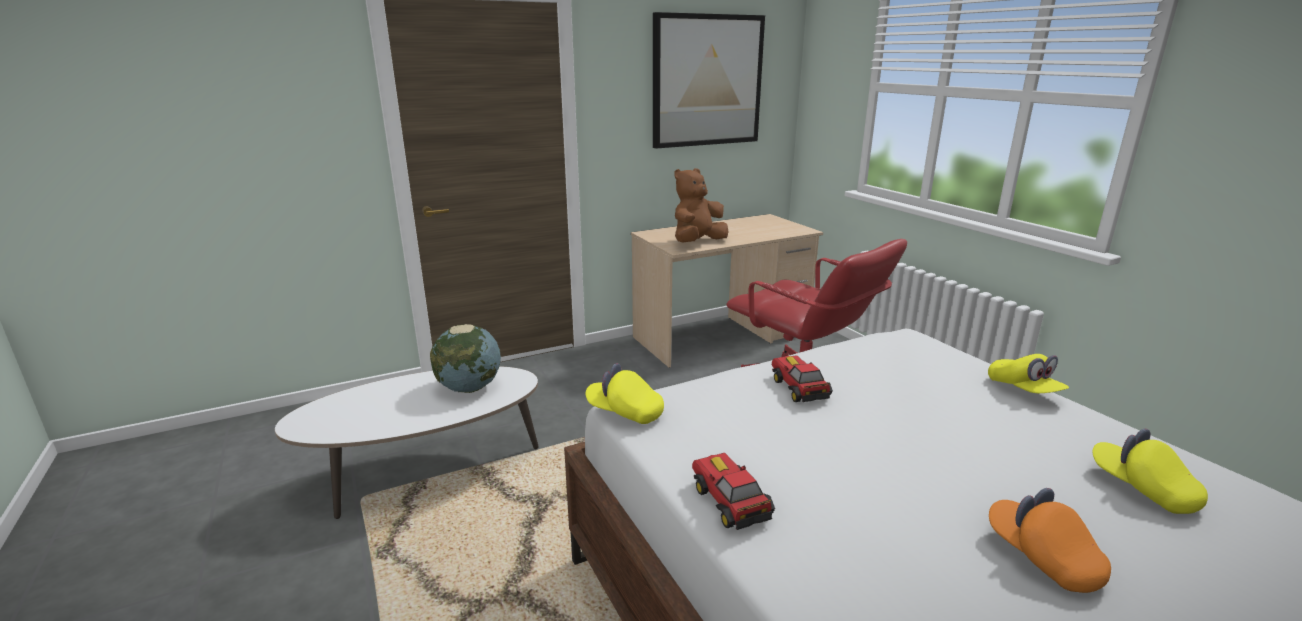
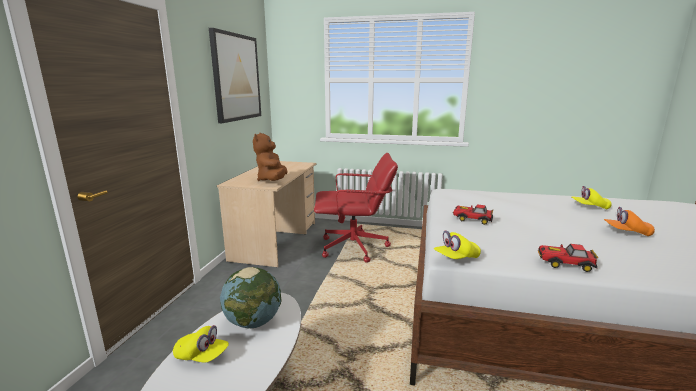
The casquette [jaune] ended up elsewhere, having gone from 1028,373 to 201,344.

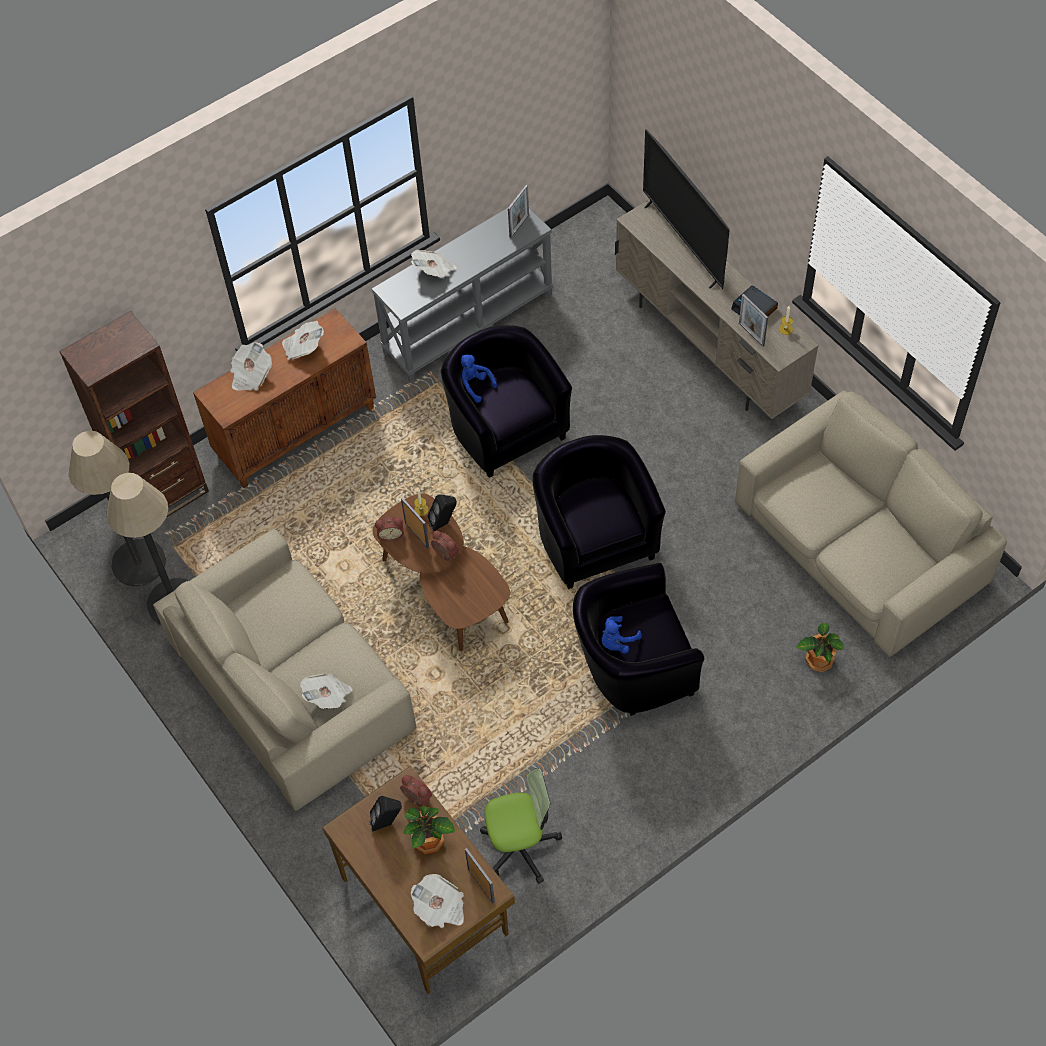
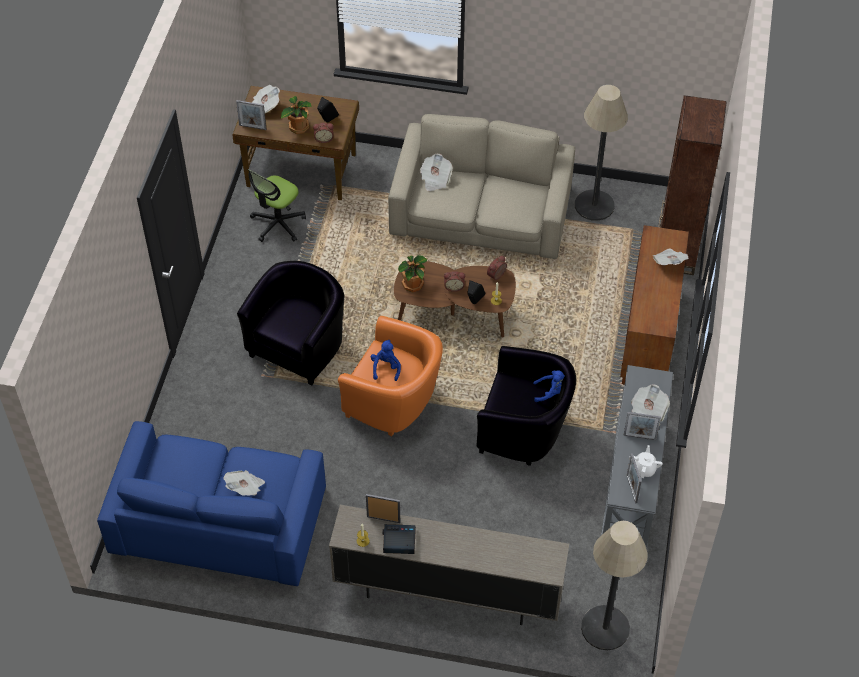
The lampadaire ended up elsewhere, having gone from 117,508 to 614,585.
The journal ended up elsewhere, having gone from 303,340 to 244,483.
The cadre photo ended up elsewhere, having gone from 415,523 to 642,426.
What was the fauteuil [noir] at 599,512 turned into the fauteuil [orange] at 390,376.
The peluche [bleu] ended up elsewhere, having gone from 622,635 to 386,360.
The second view lost the téléviseur at 686,209.
What was the canapé [beige] at 871,523 turned into the canapé [bleu] at 211,503.
The plante en pot ended up elsewhere, having gone from 819,647 to 412,273.
The second view gained the théière [blanc] at 648,461.

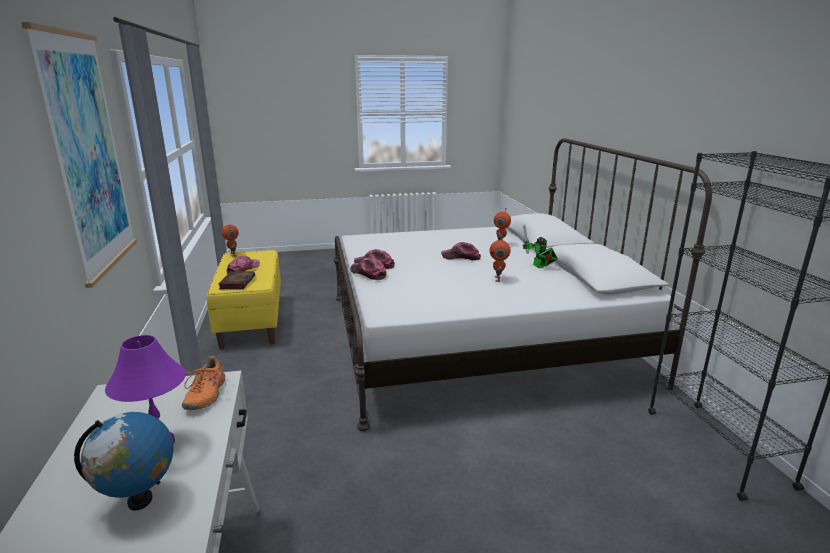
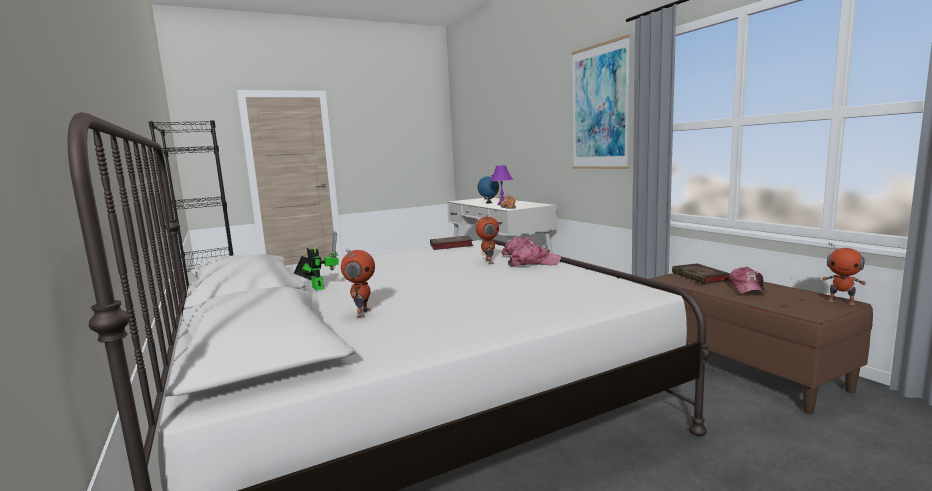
What was the banc [jaune] at 244,299 turned into the banc [marron] at 760,343.
The second view lost the casquette at 461,251.
The robot jouet ended up elsewhere, having gone from 500,258 to 487,239.
The second view gained the livre at 451,243.

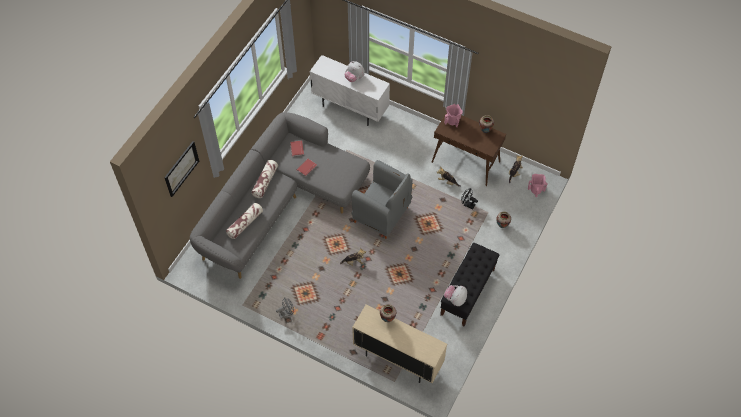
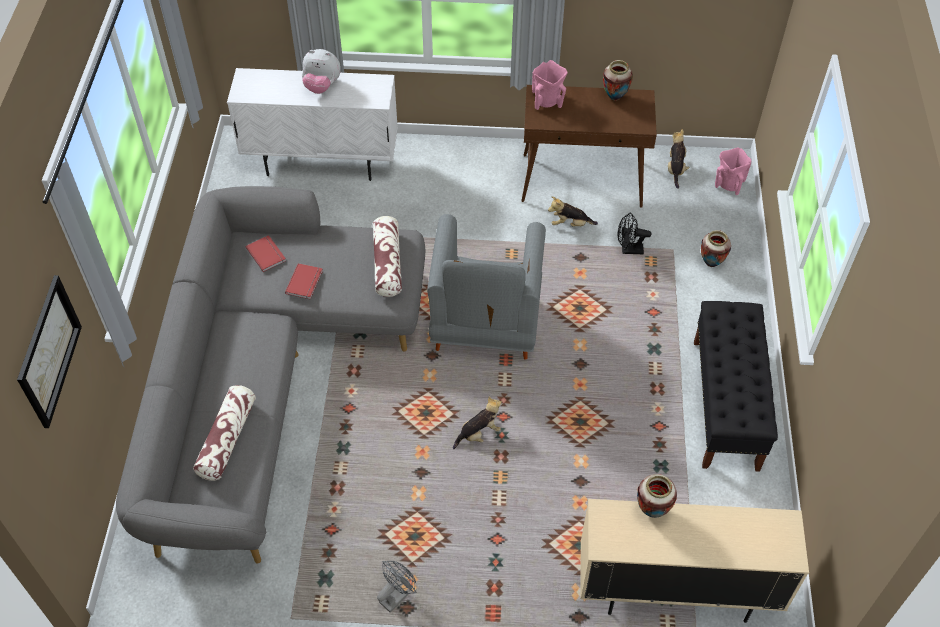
The coussin ended up elsewhere, having gone from 264,179 to 387,256.
The fauteuil [gris] at 382,199 ended up facing another way, 90 degrees clockwise from before.
The second view lost the peluche at 455,295.

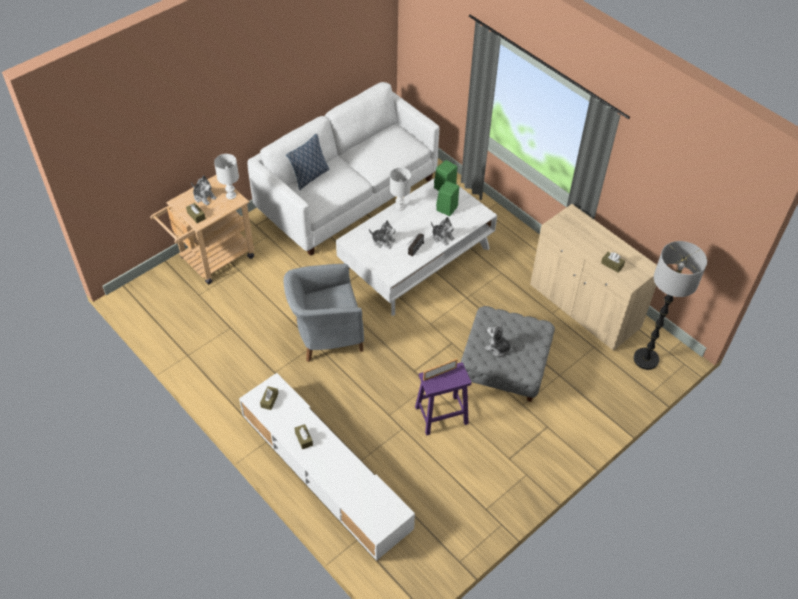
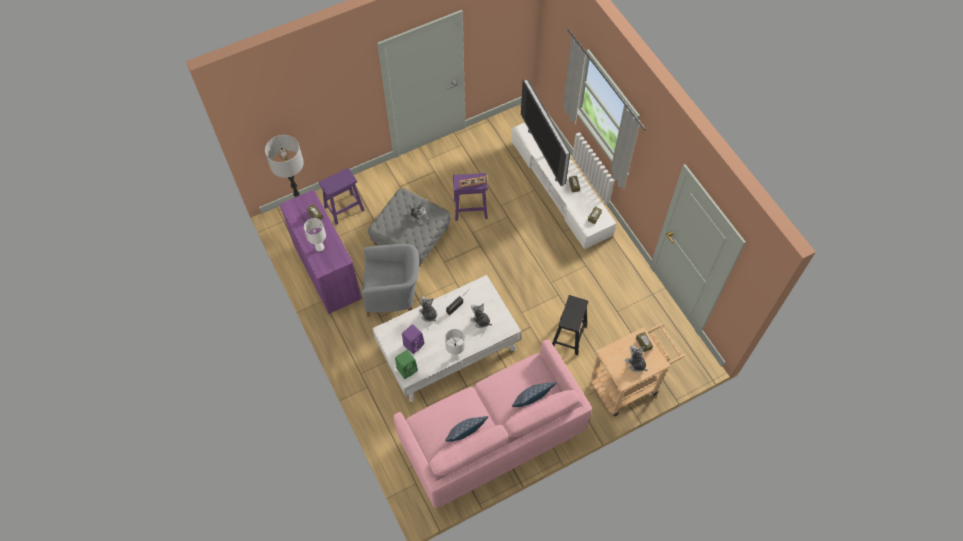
The lampe de table [blanc] ended up elsewhere, having gone from 226,176 to 315,234.
What was the canapé [blanc] at 343,169 turned into the canapé [rose] at 493,423.
The fauteuil [gris] ended up elsewhere, having gone from 324,313 to 390,280.
What was the enceinte [vert] at 447,198 turned into the enceinte [violet] at 413,339.
What was the meuble de rangement [beige] at 593,277 turned into the meuble de rangement [violet] at 320,252.
The second view gained the tabouret [violet] at 342,196.
The second view gained the coussin at 466,429.
The second view gained the téléviseur at 545,132.
The second view gained the tabouret [noir] at 570,325.

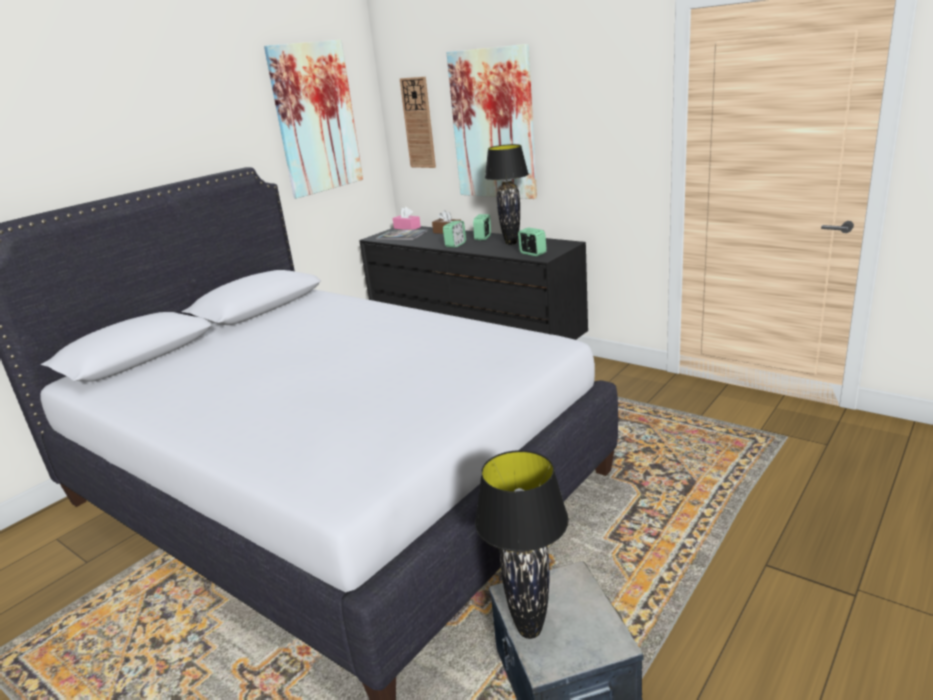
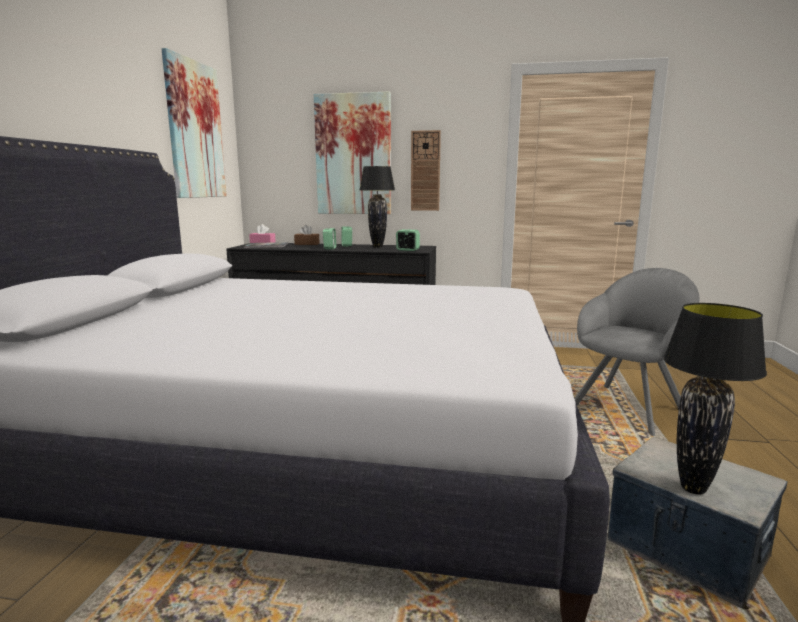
The horloge murale ended up elsewhere, having gone from 418,122 to 426,170.
The second view gained the fauteuil [gris] at 636,352.

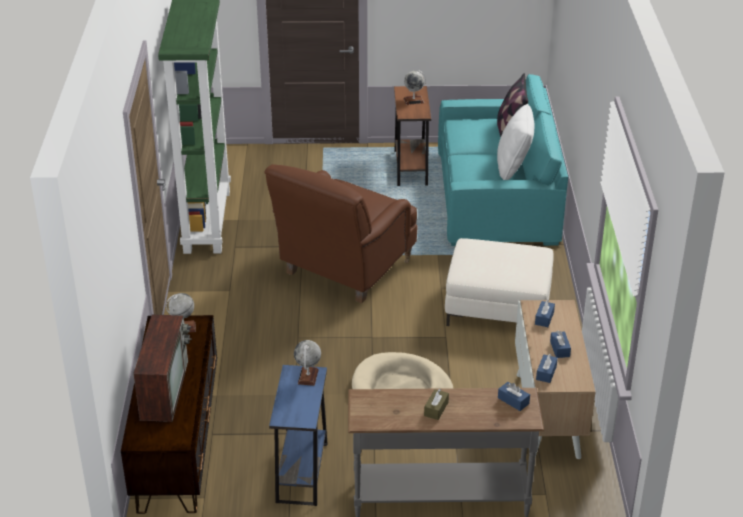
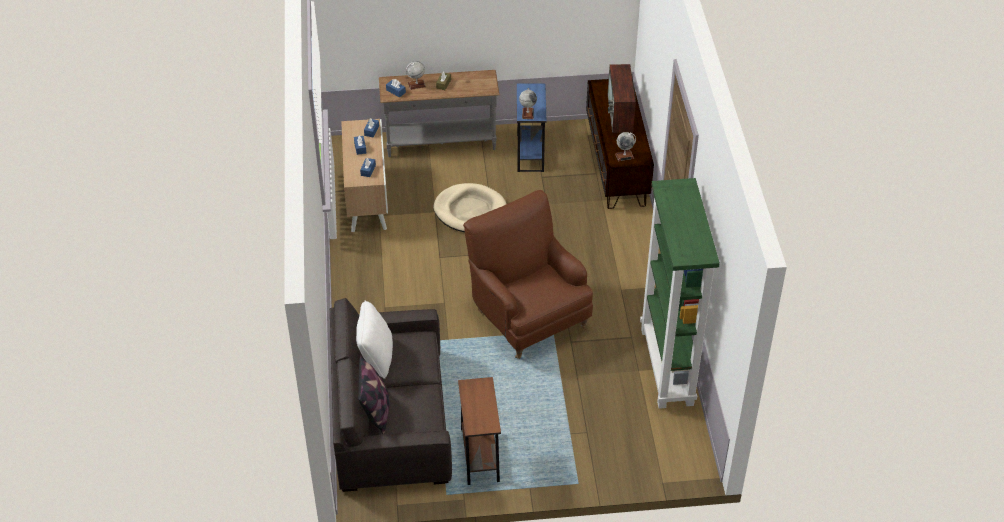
The fauteuil [marron] at 340,233 ended up facing another way, 60 degrees counterclockwise from before.
The globe ended up elsewhere, having gone from 415,87 to 416,75.
What was the canapé [turquoise] at 503,160 turned into the canapé [gris] at 391,395.
The second view lost the pouf [blanc] at 499,282.

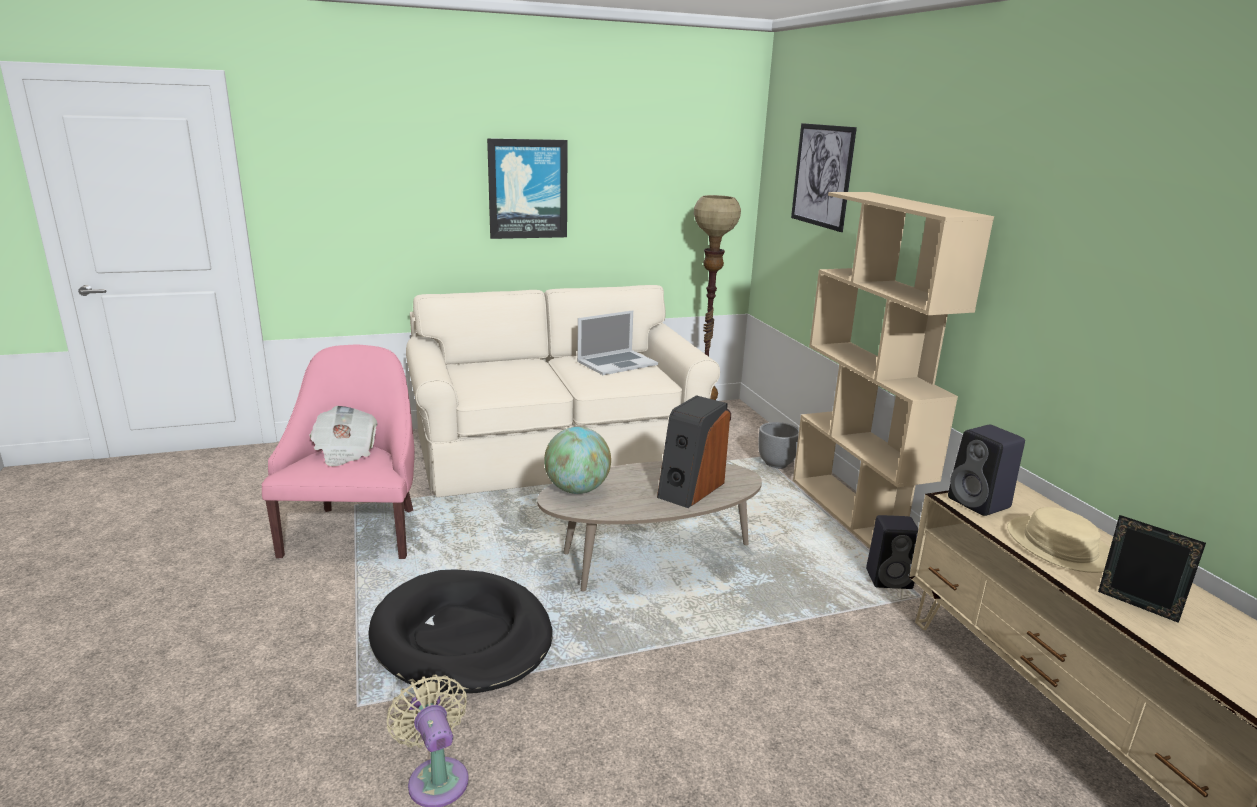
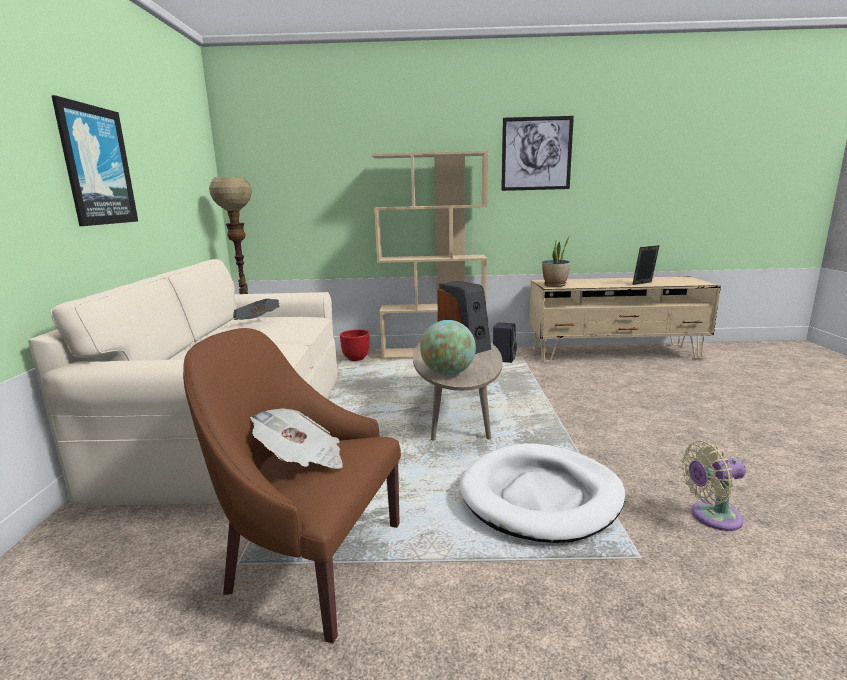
What was the fauteuil [rose] at 338,452 turned into the fauteuil [marron] at 292,485.
What was the panier pour chien [noir] at 460,631 turned into the panier pour chien [blanc] at 542,493.
Where the ordinateur portable stood at 617,342, the journal came to stand at 256,309.
What was the cache-pot [gris] at 778,445 turned into the cache-pot [rouge] at 355,345.
The tableau ended up elsewhere, having gone from 824,177 to 537,153.
Where the enceinte [noir] stood at 986,470, the plante en pot came to stand at 556,261.
The second view lost the chapeau [beige] at 1058,540.

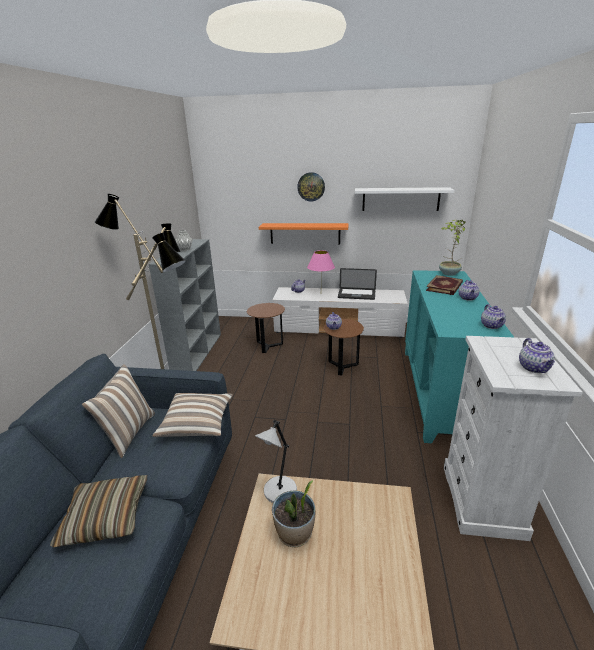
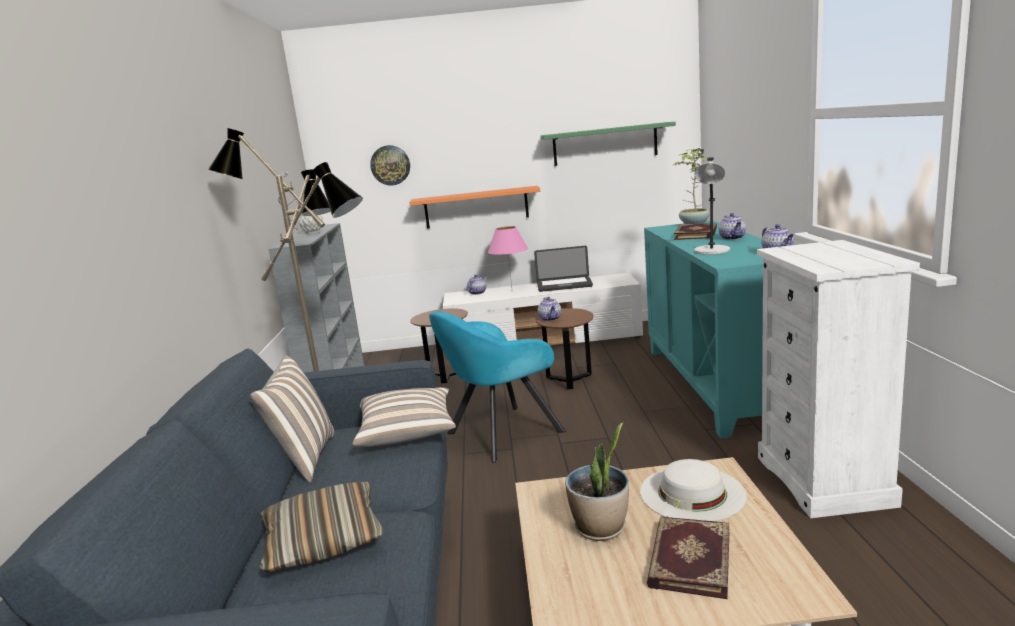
The lampe de table [gris] ended up elsewhere, having gone from 276,461 to 712,206.
The horloge murale ended up elsewhere, having gone from 311,186 to 390,165.
What was the étagère [blanc] at 405,199 turned into the étagère [vert] at 608,144.
The second view lost the théière at 537,355.
The second view gained the fauteuil [turquoise] at 497,387.
The second view gained the chapeau [blanc] at 693,490.
The second view gained the livre at 688,557.

